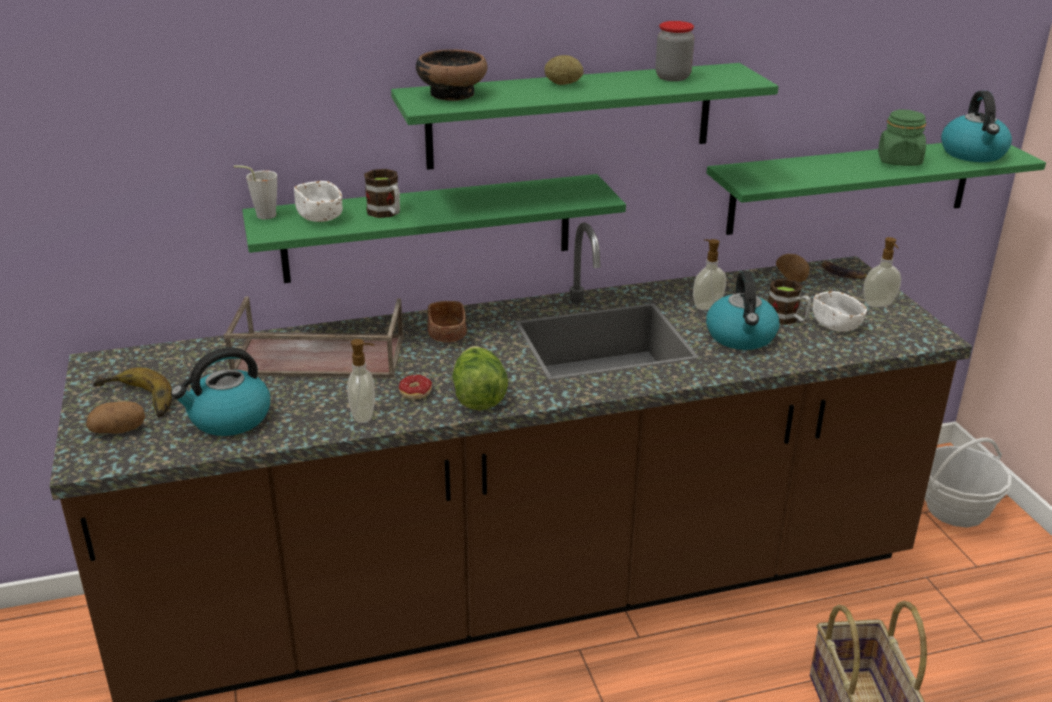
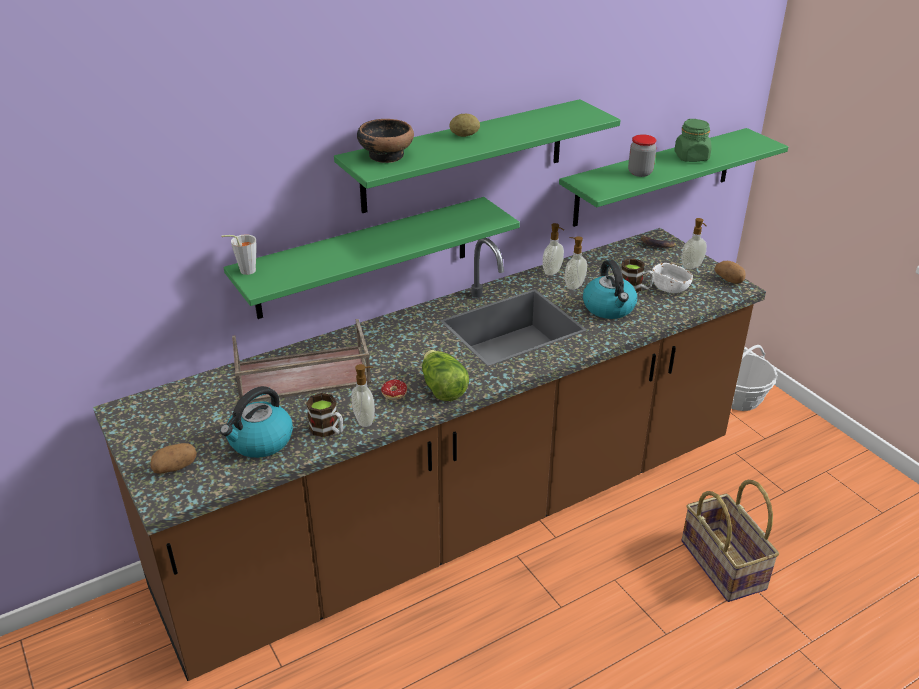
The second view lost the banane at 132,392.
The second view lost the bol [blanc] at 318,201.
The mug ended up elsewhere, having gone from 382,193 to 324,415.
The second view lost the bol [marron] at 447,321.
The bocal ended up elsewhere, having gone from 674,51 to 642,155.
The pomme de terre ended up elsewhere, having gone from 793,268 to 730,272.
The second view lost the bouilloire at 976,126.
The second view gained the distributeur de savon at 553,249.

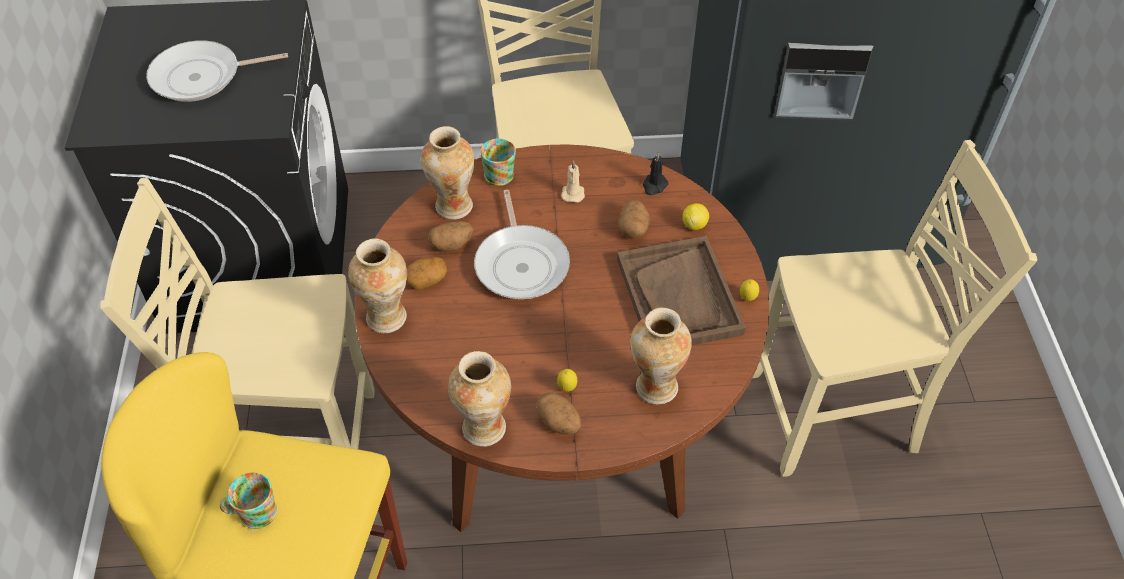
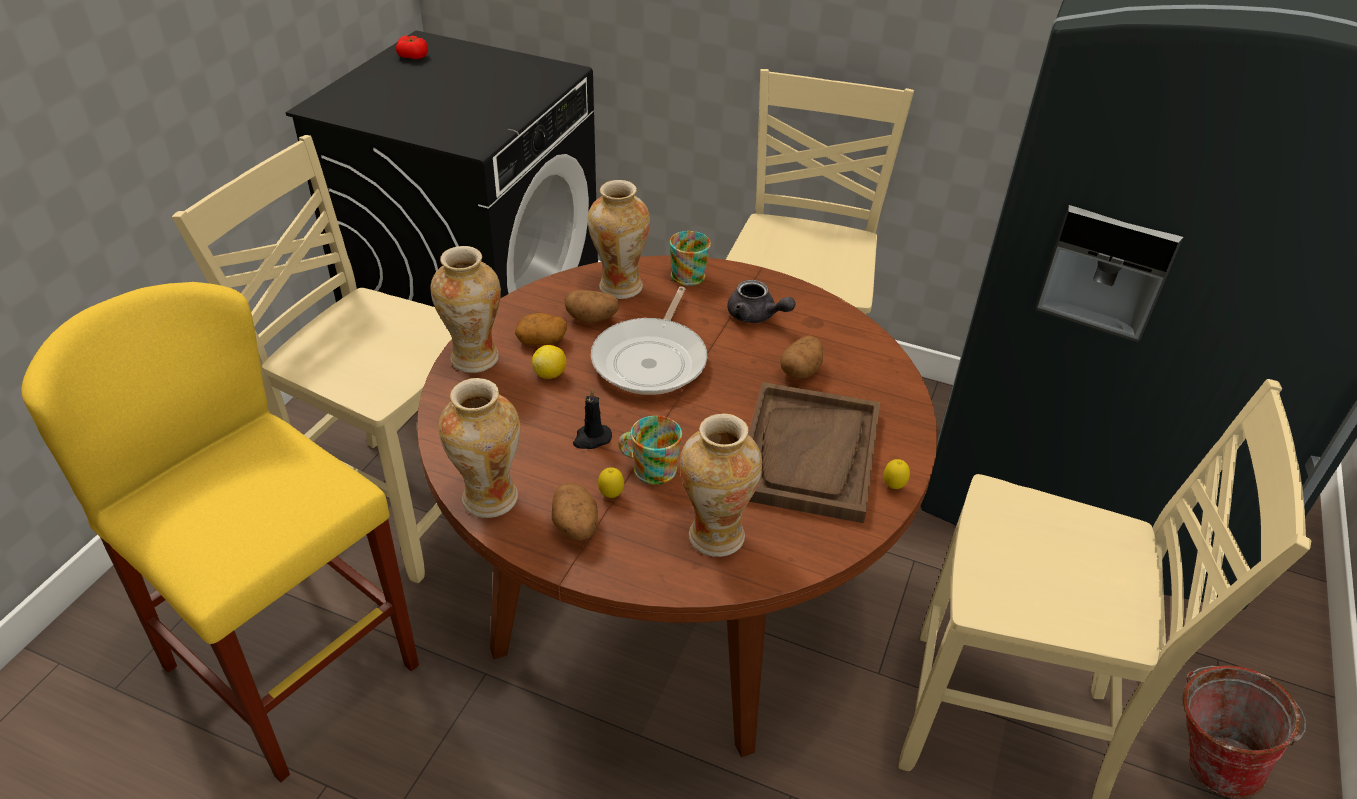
The second view lost the poêle at 217,71.
The mug ended up elsewhere, having gone from 248,501 to 650,450.
Where the bougie [beige] stood at 573,181, the théière [gris] came to stand at 761,301.
The bougie [noir] ended up elsewhere, having gone from 655,173 to 592,418.
The citron ended up elsewhere, having gone from 696,216 to 549,362.
The second view gained the tomate at 412,47.
The second view gained the seau at 1244,732.

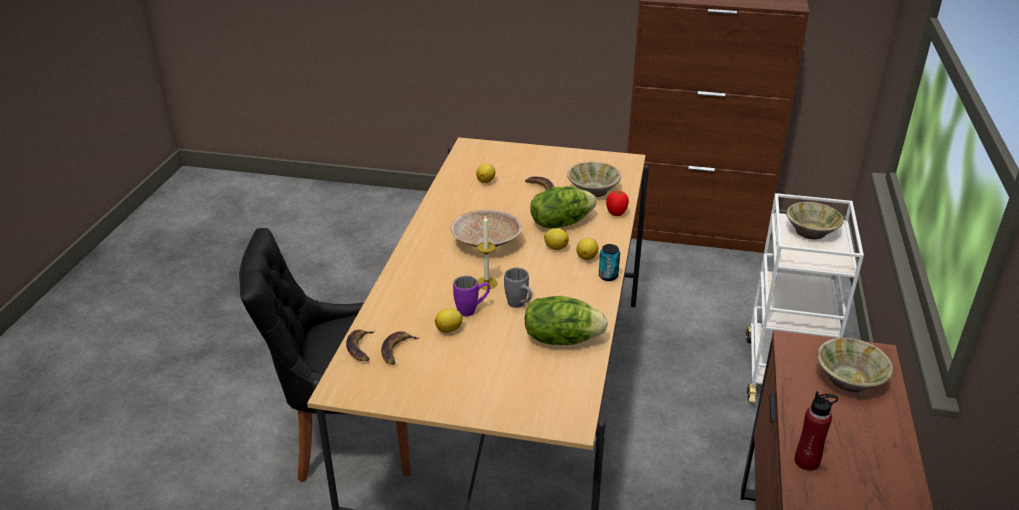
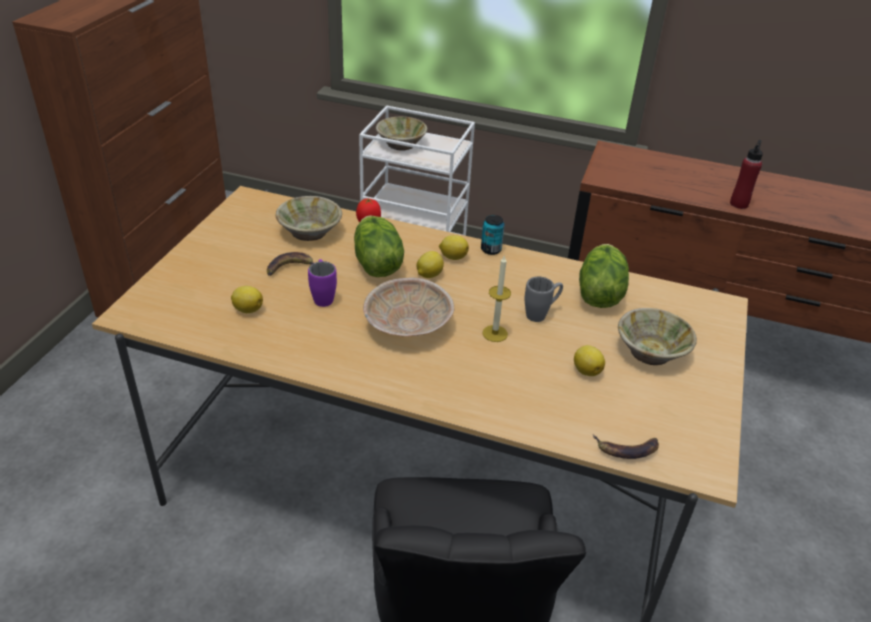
The second view lost the banane at 400,348.
The mug [violet] ended up elsewhere, having gone from 471,296 to 322,283.
The bol [beige] ended up elsewhere, having gone from 855,365 to 657,336.

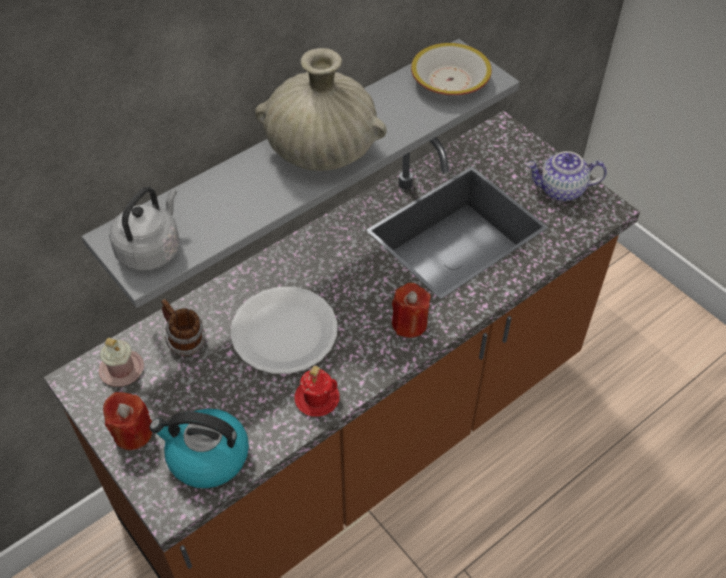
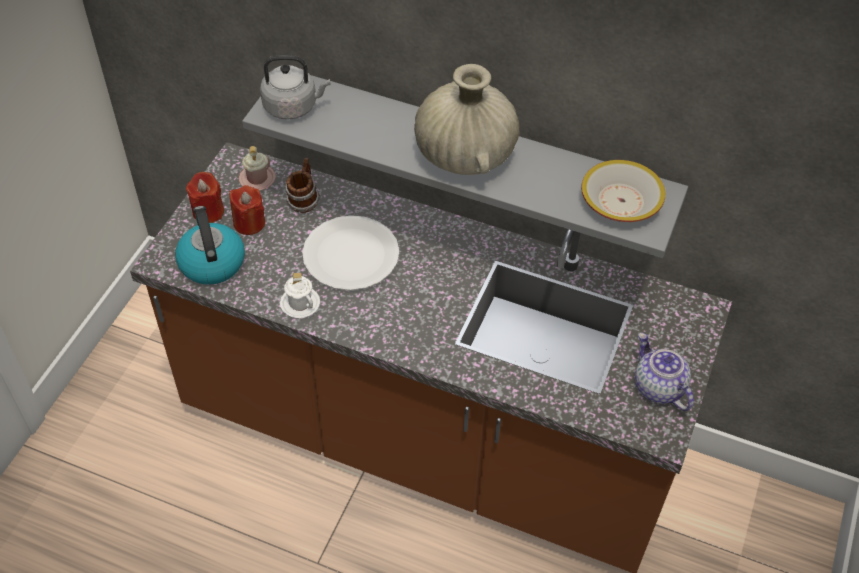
What was the mug [rouge] at 317,391 turned into the mug [blanc] at 300,295.
The bougie [rouge] ended up elsewhere, having gone from 411,310 to 247,210.

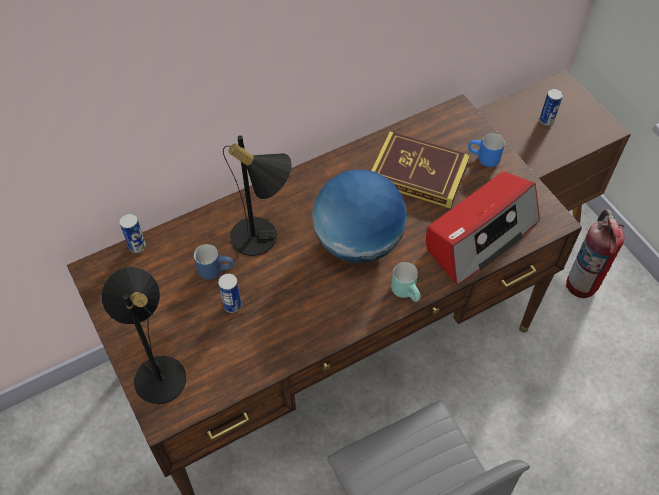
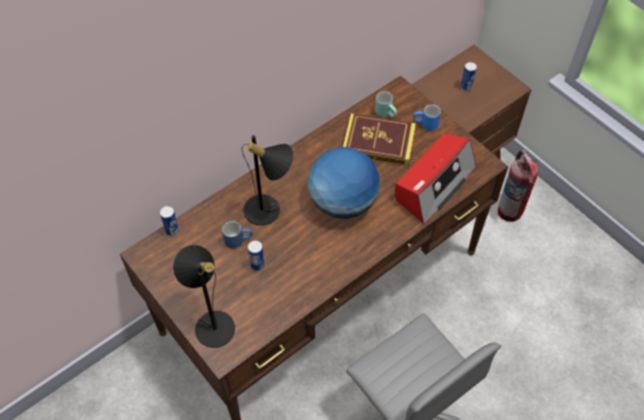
The mug [turquoise] ended up elsewhere, having gone from 406,282 to 386,104.

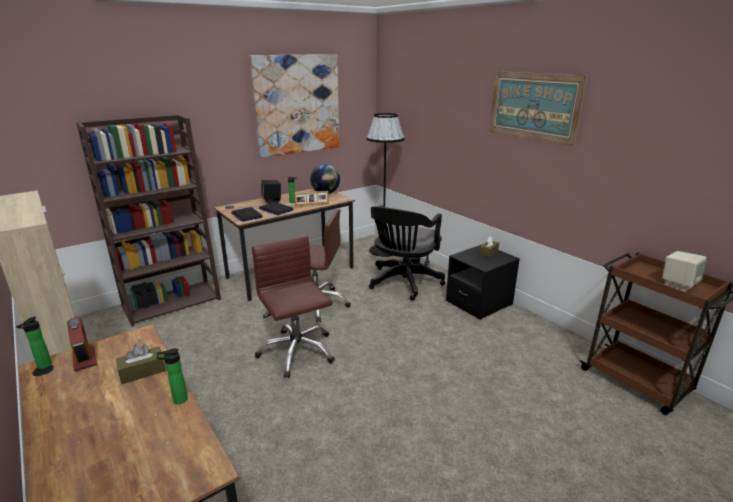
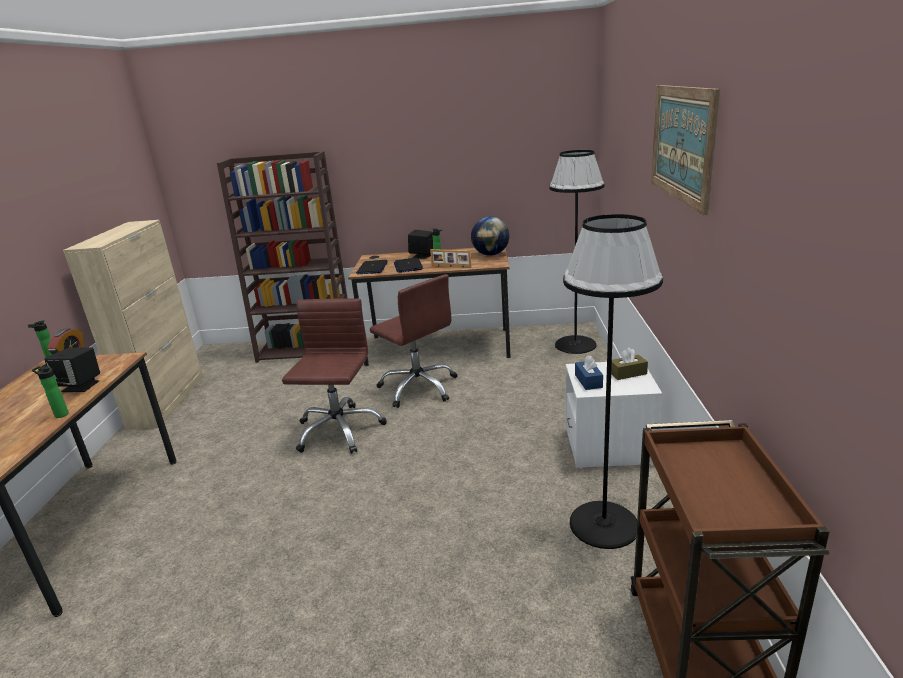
Where the boîte à mouchoirs [marron] stood at 140,364, the enceinte [noir] came to stand at 72,369.
The second view lost the tableau at 295,106.
The second view lost the chaise de bureau [noir] at 407,253.
What was the table de chevet [noir] at 483,282 turned into the table de chevet [blanc] at 614,415.
The second view lost the enceinte [beige] at 684,271.
The second view gained the lampadaire [noir] at 613,381.
The second view gained the boîte à mouchoirs [bleu] at 589,372.

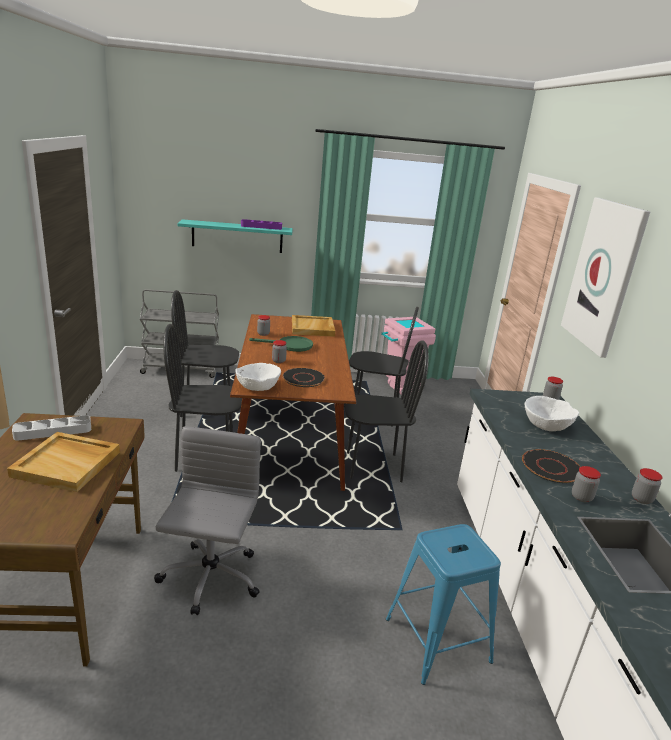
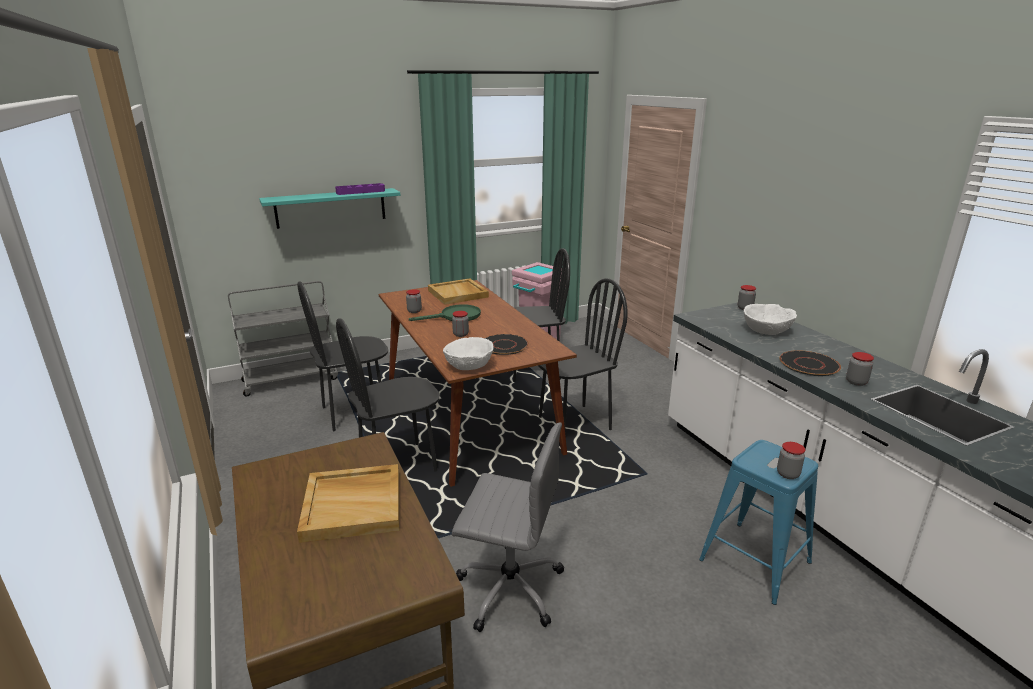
The second view lost the plateau [gris] at 51,428.
The chaise de bureau [gris] at 207,521 ended up facing another way, 120 degrees clockwise from before.
The second view lost the tableau at 605,277.
The bocal ended up elsewhere, having gone from 647,486 to 791,460.

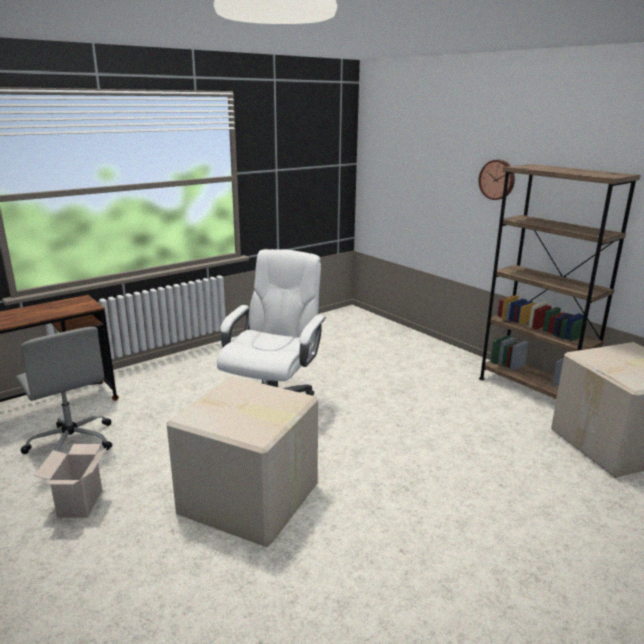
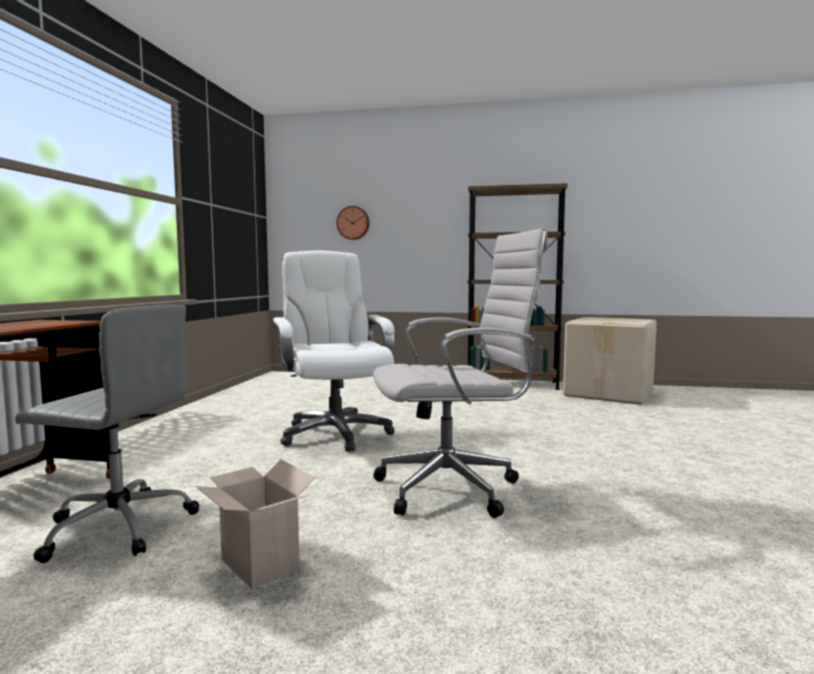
Where the carton stood at 242,461, the chaise de bureau [blanc] came to stand at 460,373.
The horloge murale ended up elsewhere, having gone from 497,180 to 352,223.

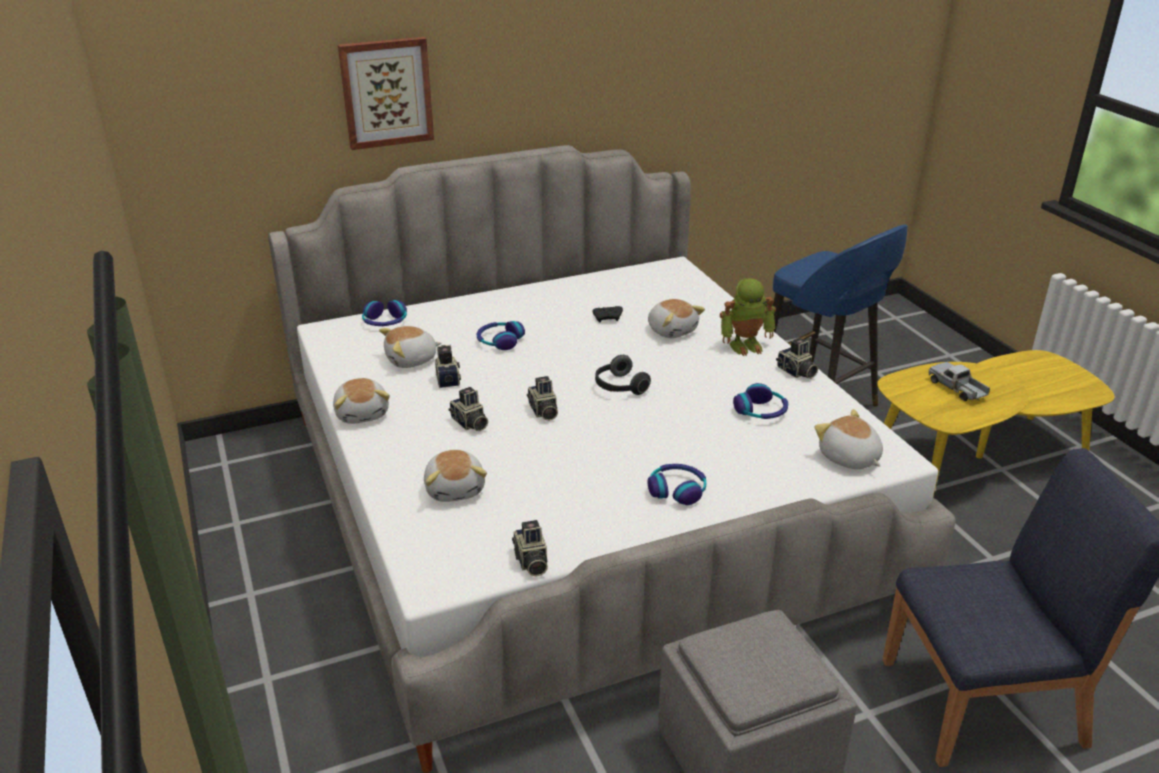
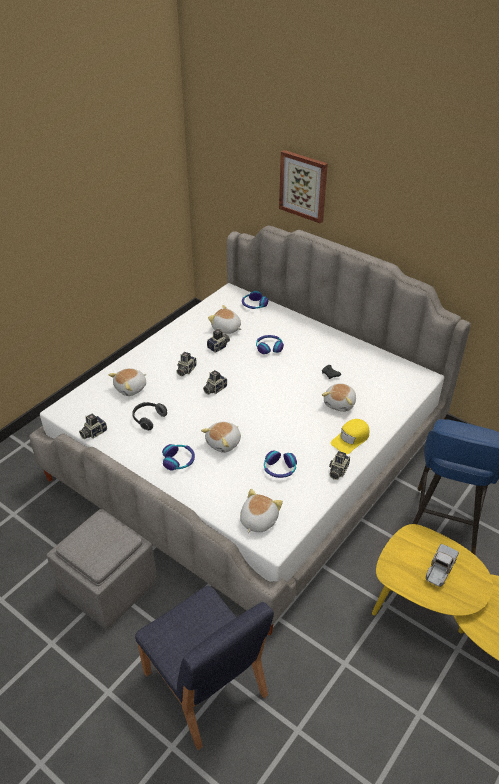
The peluche ended up elsewhere, having gone from 361,401 to 221,437.
The casque audio ended up elsewhere, having gone from 623,375 to 149,416.
Where the robot jouet stood at 748,317, the casquette [jaune] came to stand at 350,436.

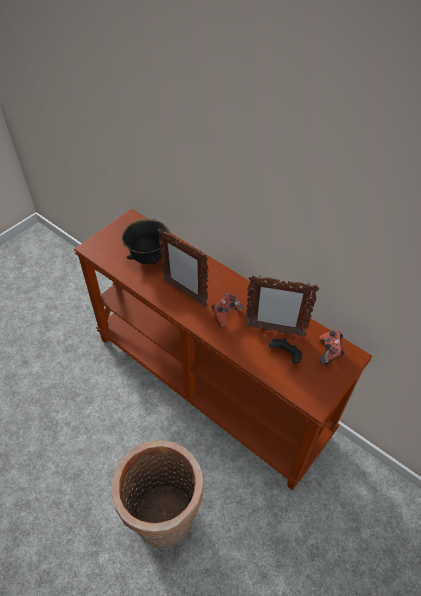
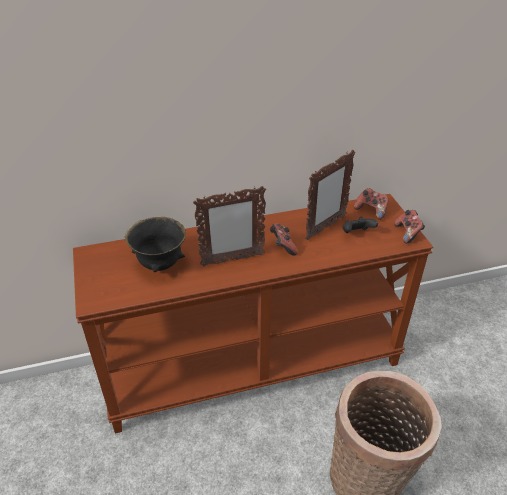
The second view gained the manette at 409,226.

